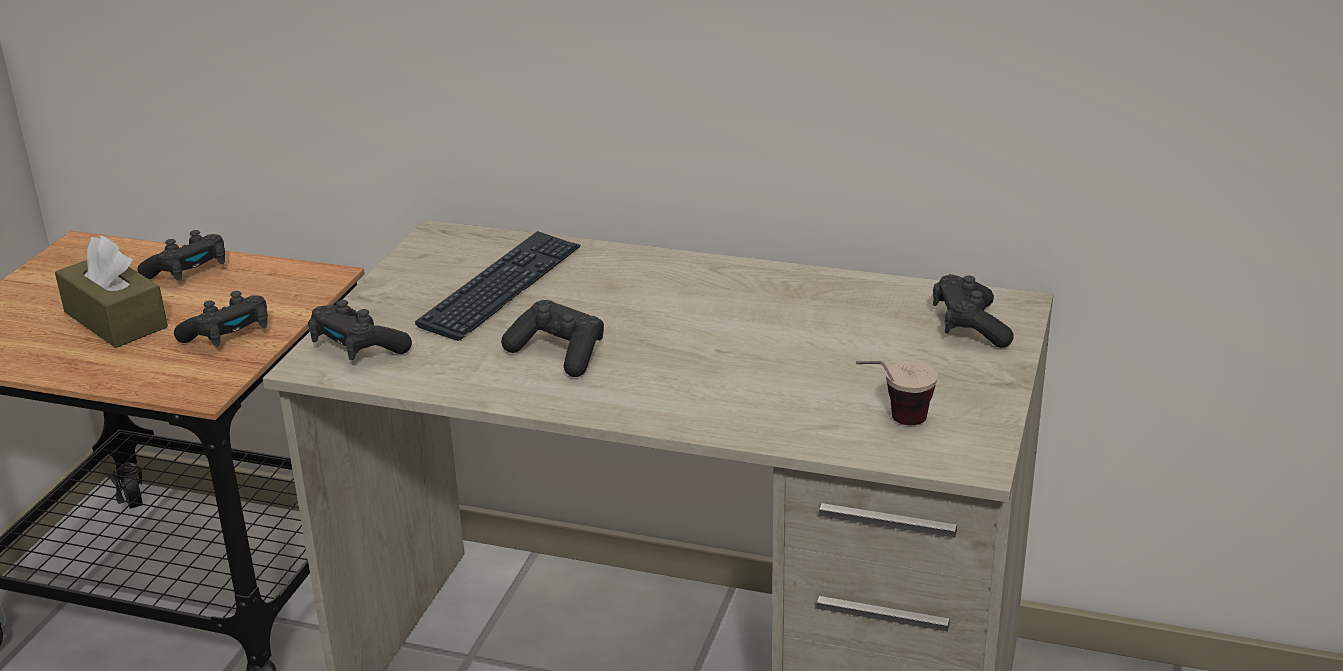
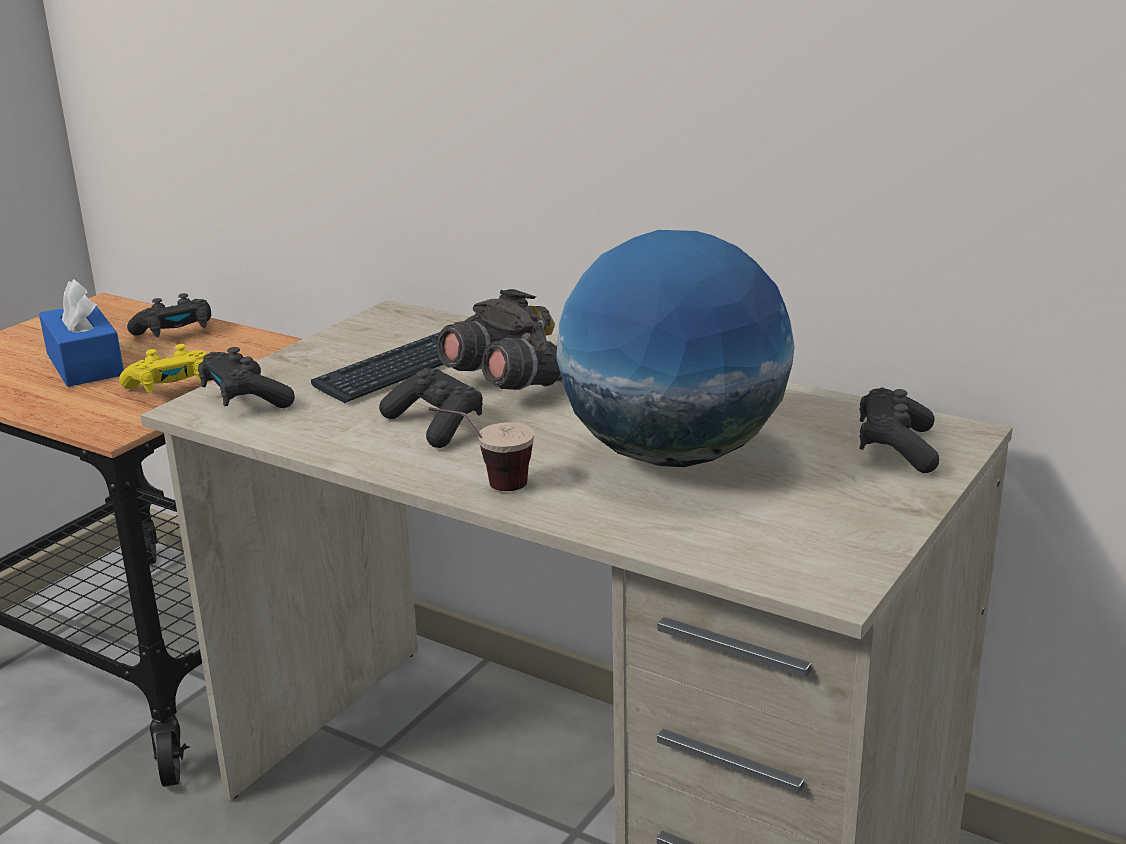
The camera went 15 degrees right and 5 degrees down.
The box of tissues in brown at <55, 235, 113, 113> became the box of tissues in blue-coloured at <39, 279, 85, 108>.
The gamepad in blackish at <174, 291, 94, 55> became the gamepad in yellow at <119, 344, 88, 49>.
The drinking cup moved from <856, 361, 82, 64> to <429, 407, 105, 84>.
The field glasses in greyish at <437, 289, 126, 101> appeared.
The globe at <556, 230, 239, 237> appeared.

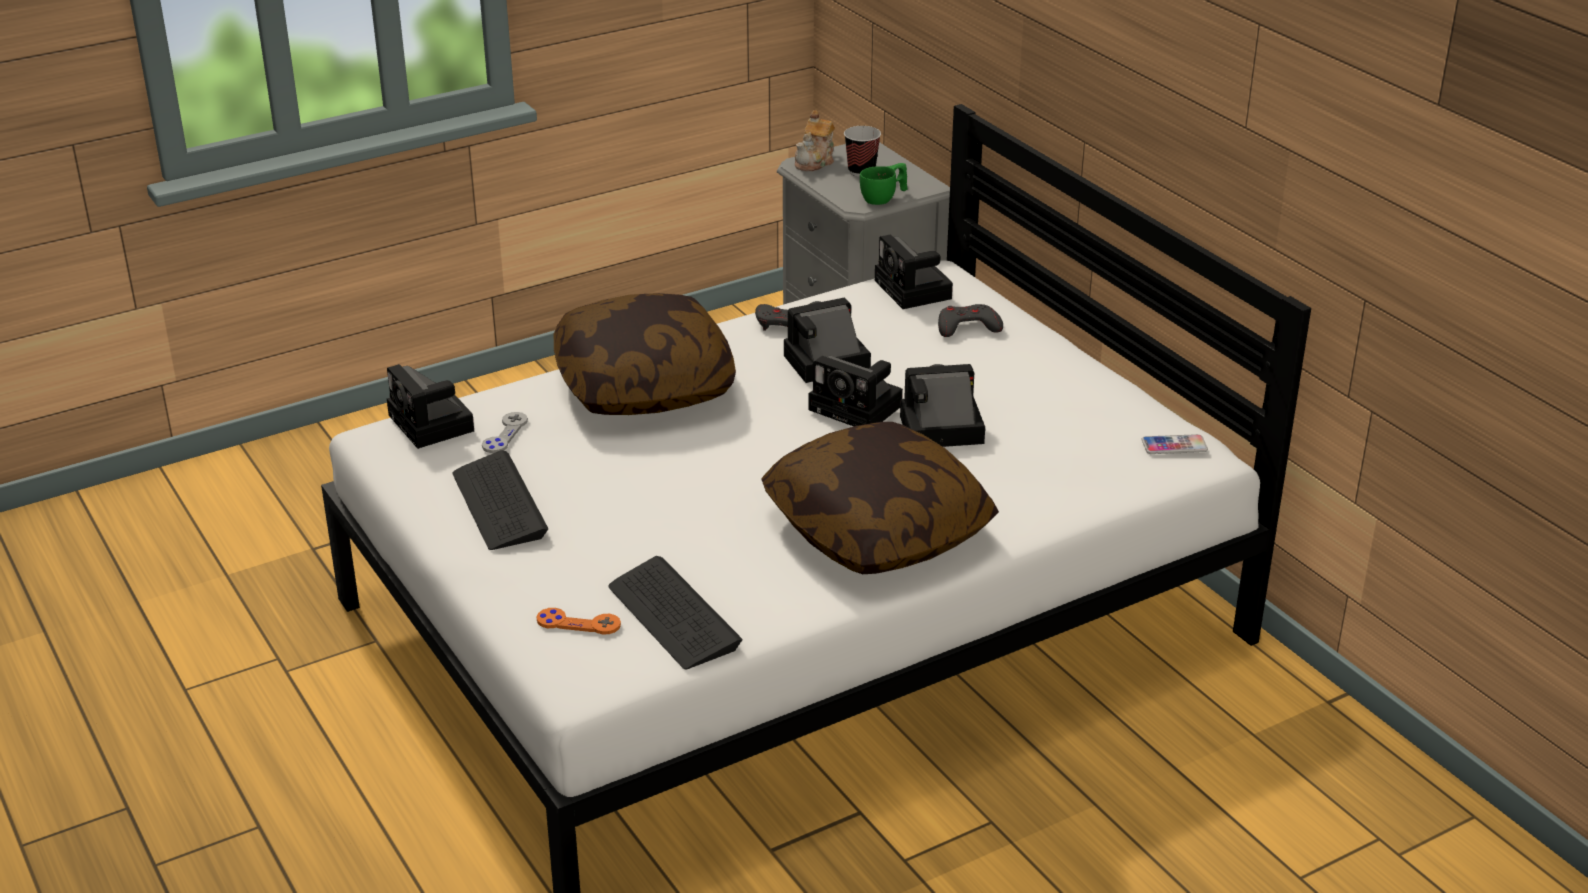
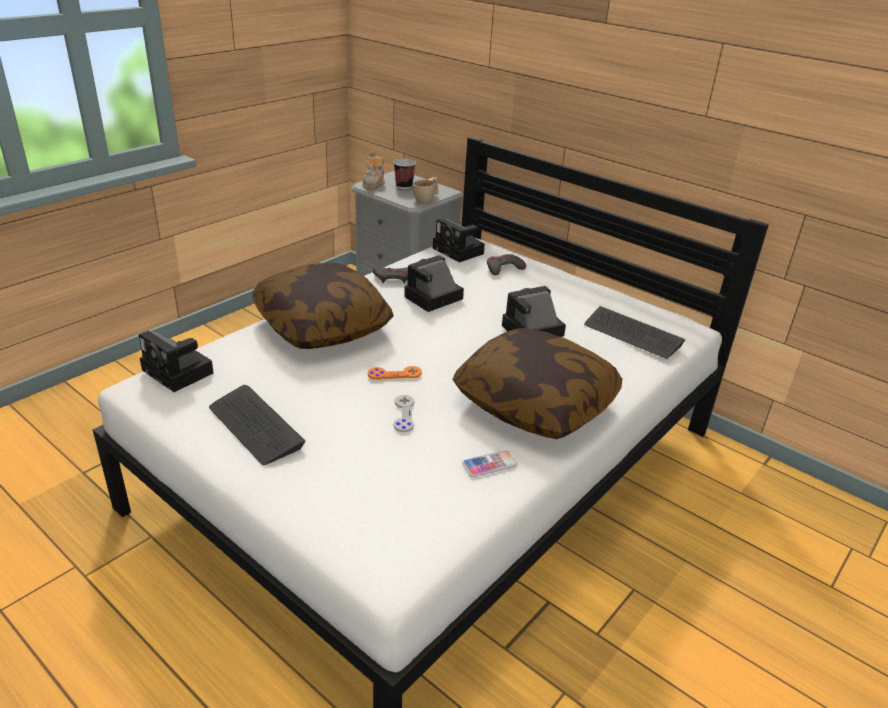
The camera went 20 degrees left and 0 degrees up.
The gamepad in greyish moved from <482, 412, 46, 41> to <393, 395, 21, 37>.
The gamepad in orange-coloured moved from <537, 608, 84, 27> to <368, 366, 54, 14>.
The PC keyboard moved from <608, 556, 135, 113> to <584, 306, 102, 53>.
The still camera at <808, 356, 95, 70> disappeared.
The drinking cup in green at <860, 163, 48, 42> became the drinking cup in sand-coloured at <413, 177, 25, 26>.
The telephone moved from <1142, 434, 66, 20> to <462, 450, 56, 27>.

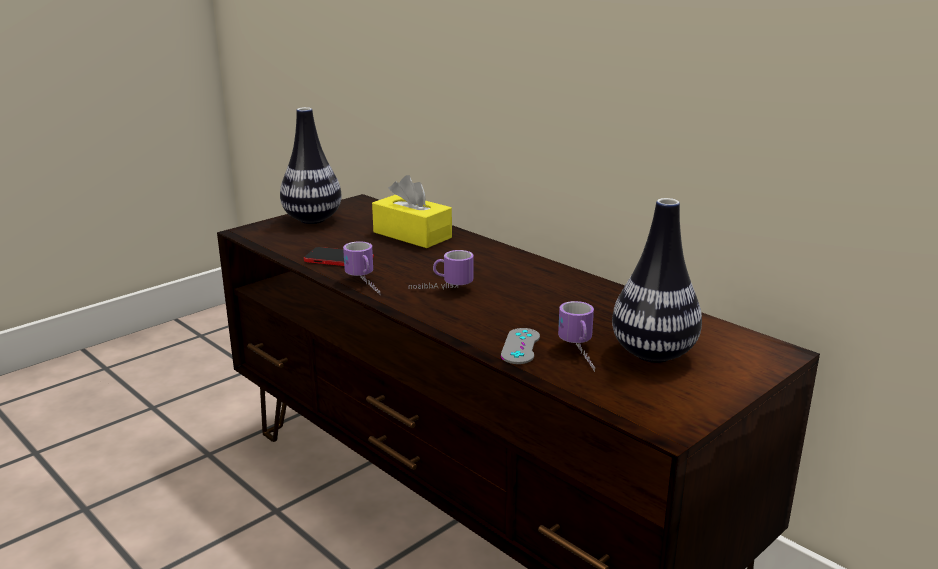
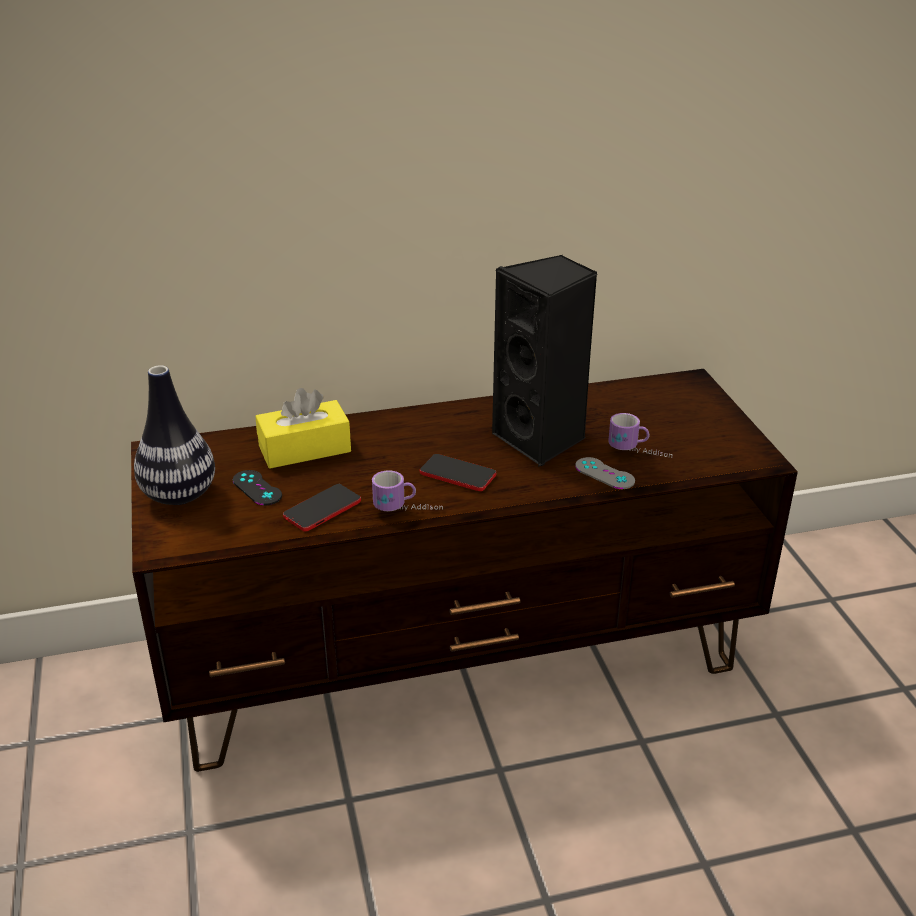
The camera went 60 degrees left and 10 degrees up.
The mug at <409, 250, 65, 40> was replaced by the telephone at <420, 454, 76, 37>.
The vase at <612, 198, 90, 165> disappeared.
The gamepad in blackish at <233, 470, 49, 35> appeared.
The audio speaker in blackish at <492, 255, 105, 212> appeared.

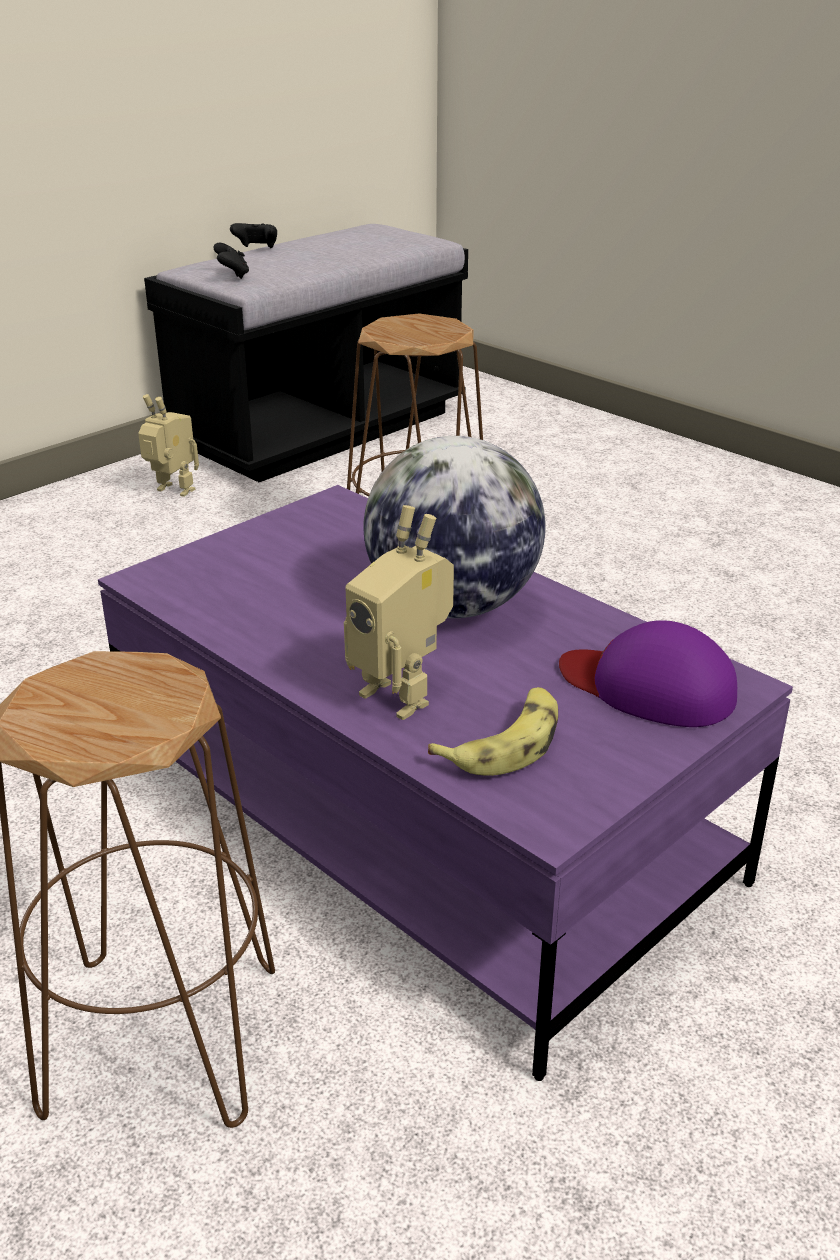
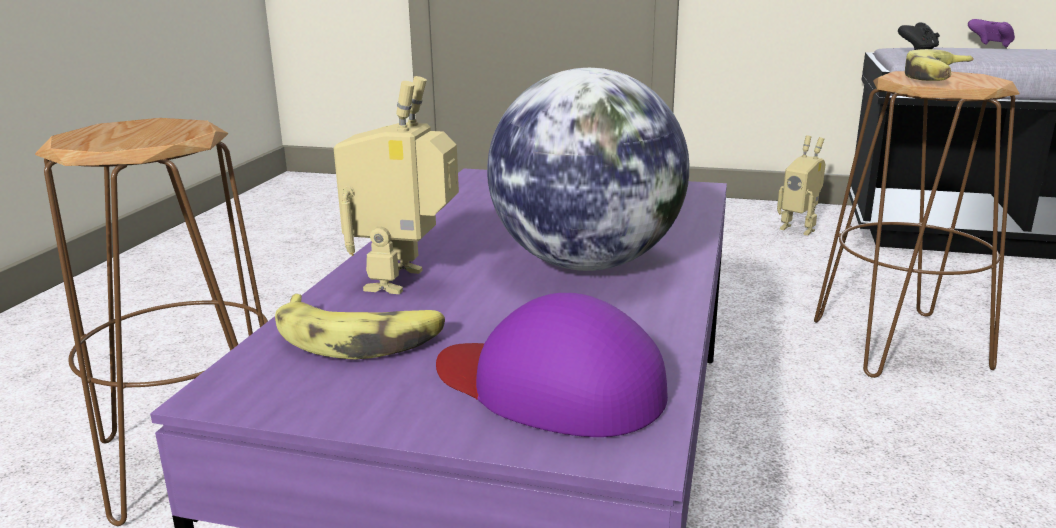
The camera went 60 degrees right and 10 degrees down.
The robot figure at <138, 394, 61, 103> turned 135 degrees clockwise.
The gamepad in blackish at <230, 223, 47, 25> became the gamepad in purple at <968, 19, 47, 28>.
The baseball cap in purple at <559, 620, 178, 107> turned 60 degrees counterclockwise.
The whole banana at <905, 49, 69, 32> appeared.

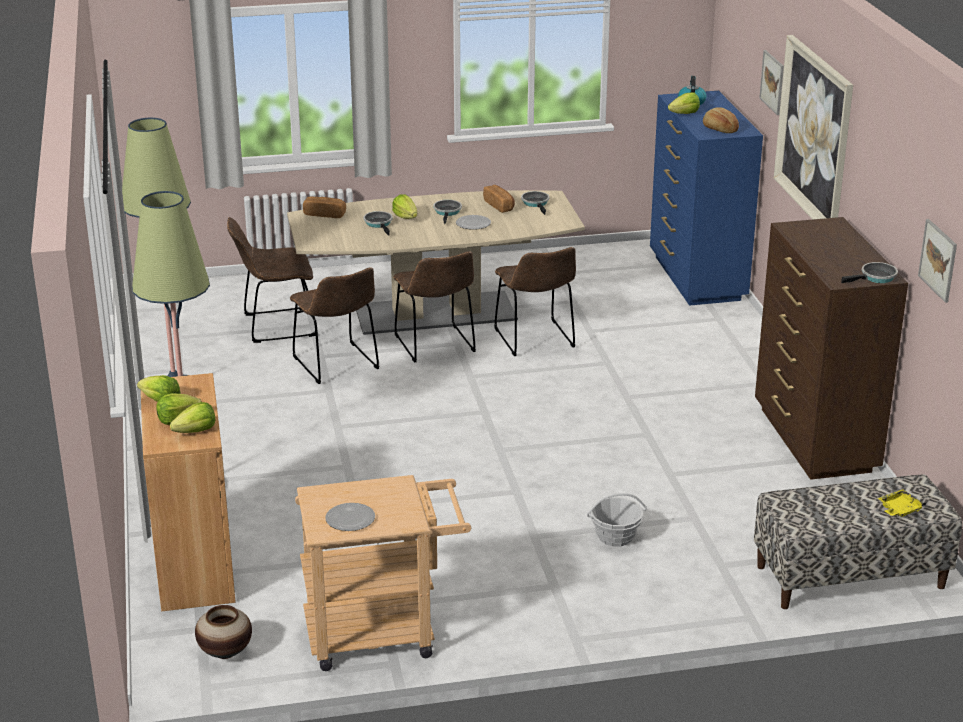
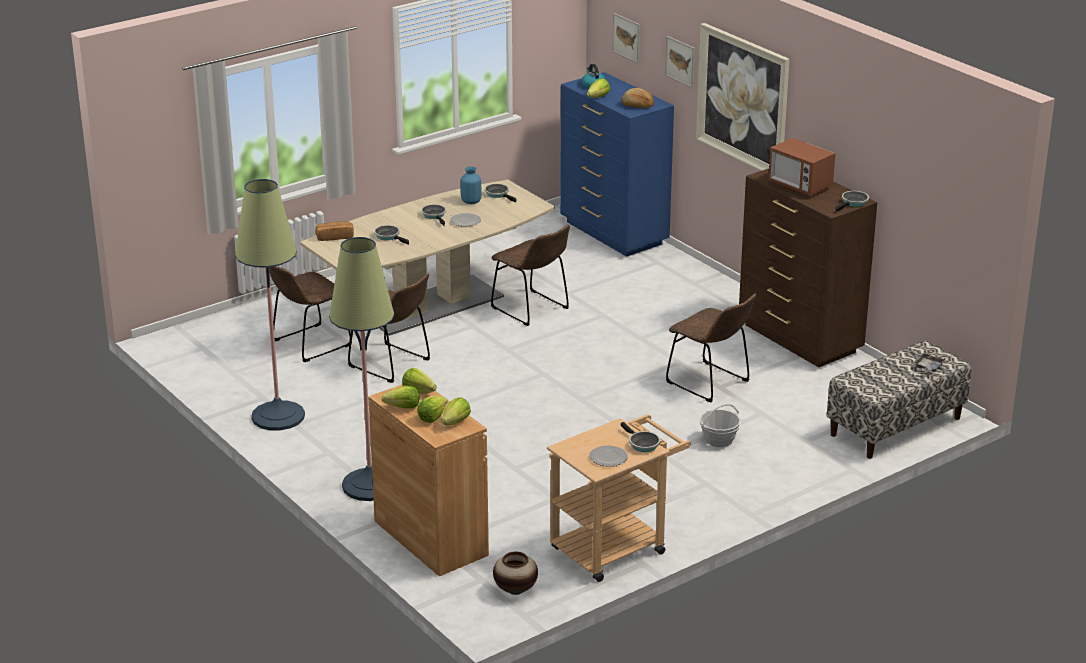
The camera went 25 degrees left and 0 degrees up.
The head of lettuce moved from <392, 194, 25, 25> to <402, 368, 35, 26>.
The upright chair in brown moved from <393, 251, 83, 111> to <666, 294, 91, 108>.
The baked bread at <483, 185, 32, 28> was replaced by the vase in blue-coloured at <461, 166, 20, 38>.
The serving tray in yellow at <878, 489, 49, 28> became the serving tray in greyish at <913, 353, 32, 19>.
The wall picture moved from <918, 219, 39, 84> to <612, 13, 28, 50>.
The pan at <621, 422, 39, 30> appeared.
The microwave at <768, 138, 67, 58> appeared.

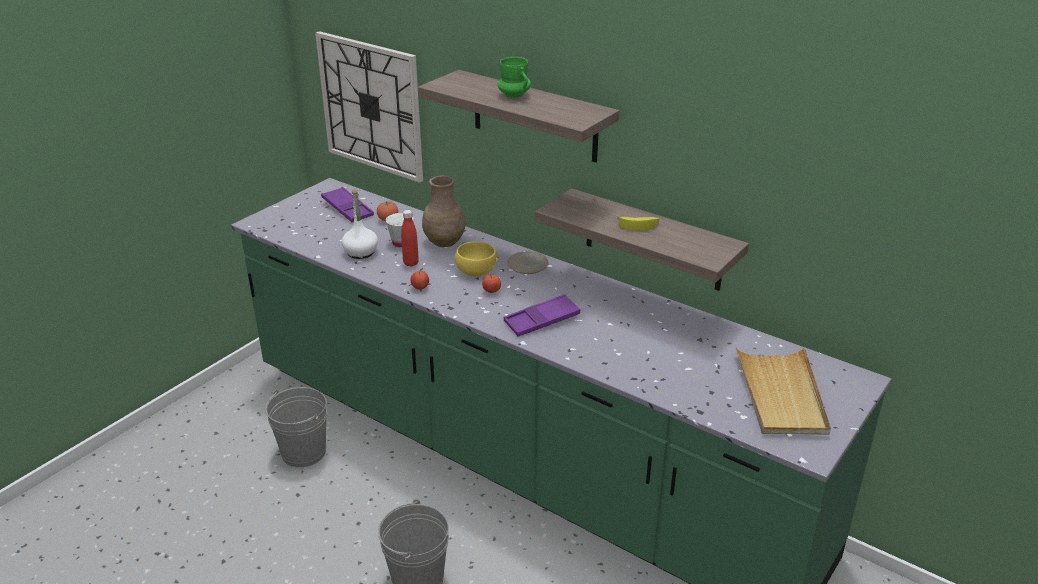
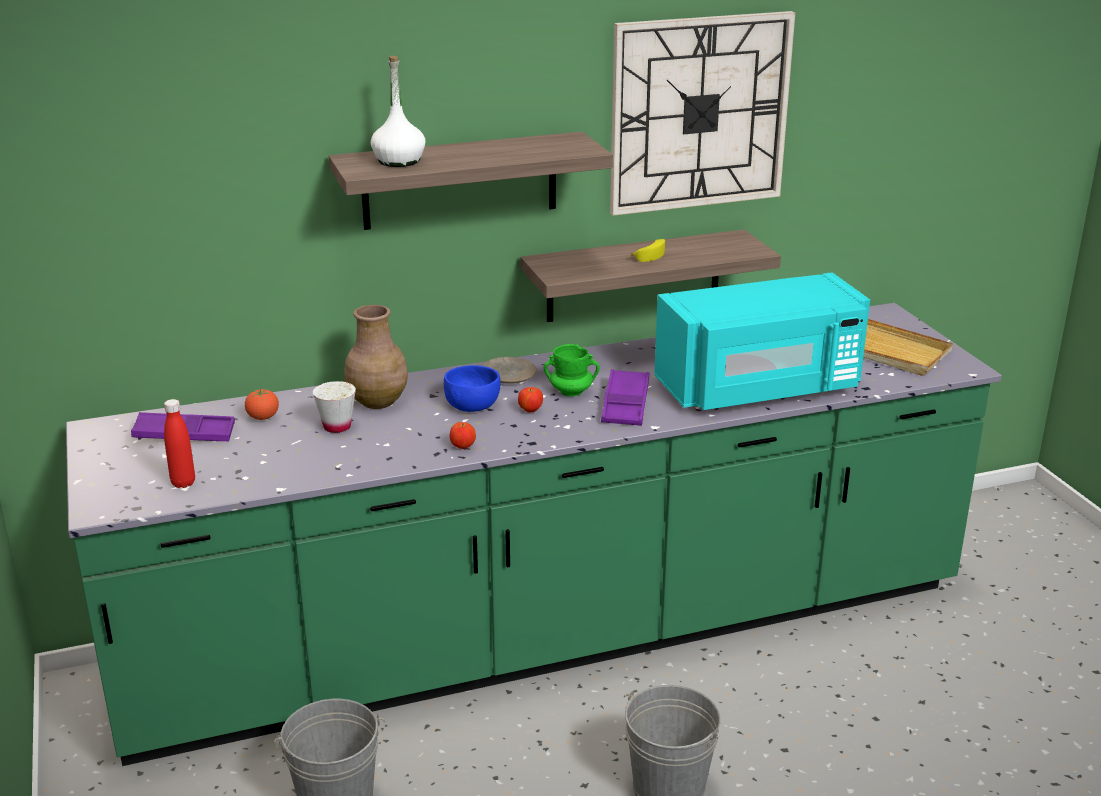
The camera went 55 degrees left and 5 degrees down.
The clock on the wall moved from <315, 31, 108, 152> to <610, 11, 185, 205>.
The drink bottle in white-coloured moved from <342, 189, 36, 70> to <371, 56, 54, 111>.
The drink bottle in red moved from <401, 210, 18, 56> to <164, 399, 31, 89>.
The serving bowl in yellow at <455, 242, 43, 35> became the serving bowl in blue-coloured at <444, 365, 57, 47>.
The mug in green moved from <497, 57, 34, 41> to <544, 344, 56, 52>.
The microwave in blue-green at <654, 273, 216, 137> appeared.

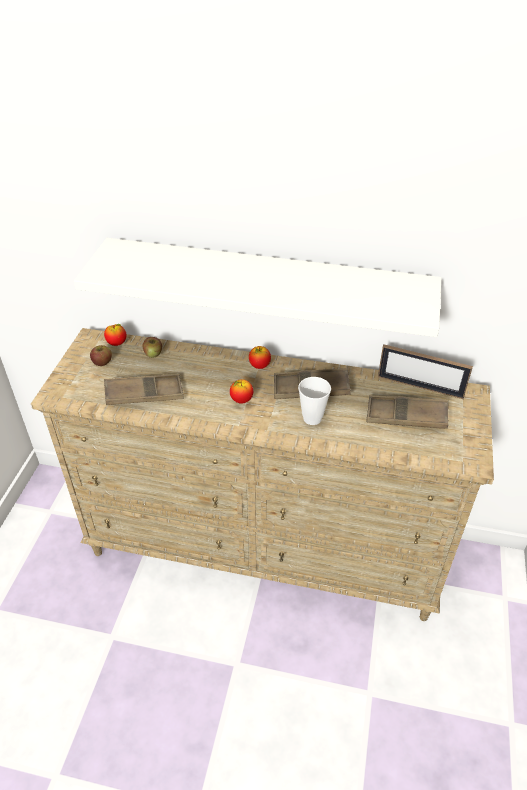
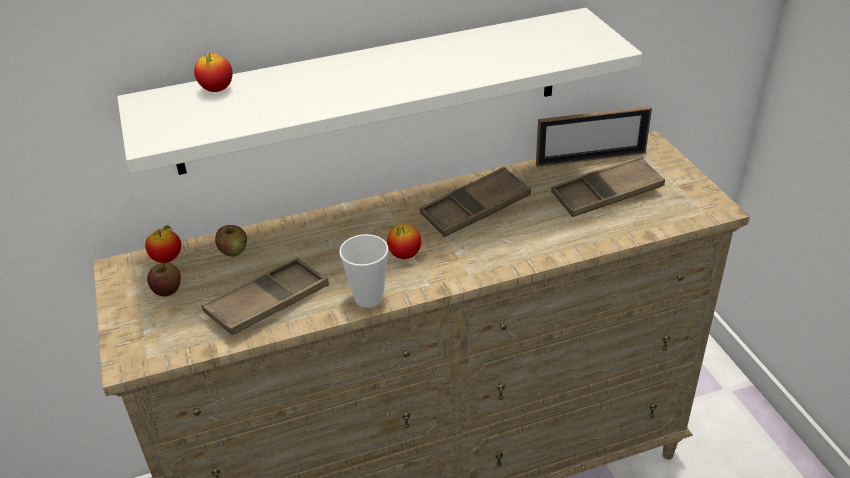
The camera went 30 degrees left and 5 degrees down.
The apple fruit moved from <249, 346, 22, 23> to <194, 53, 39, 39>.
The drinking cup moved from <298, 377, 33, 48> to <339, 234, 49, 74>.

